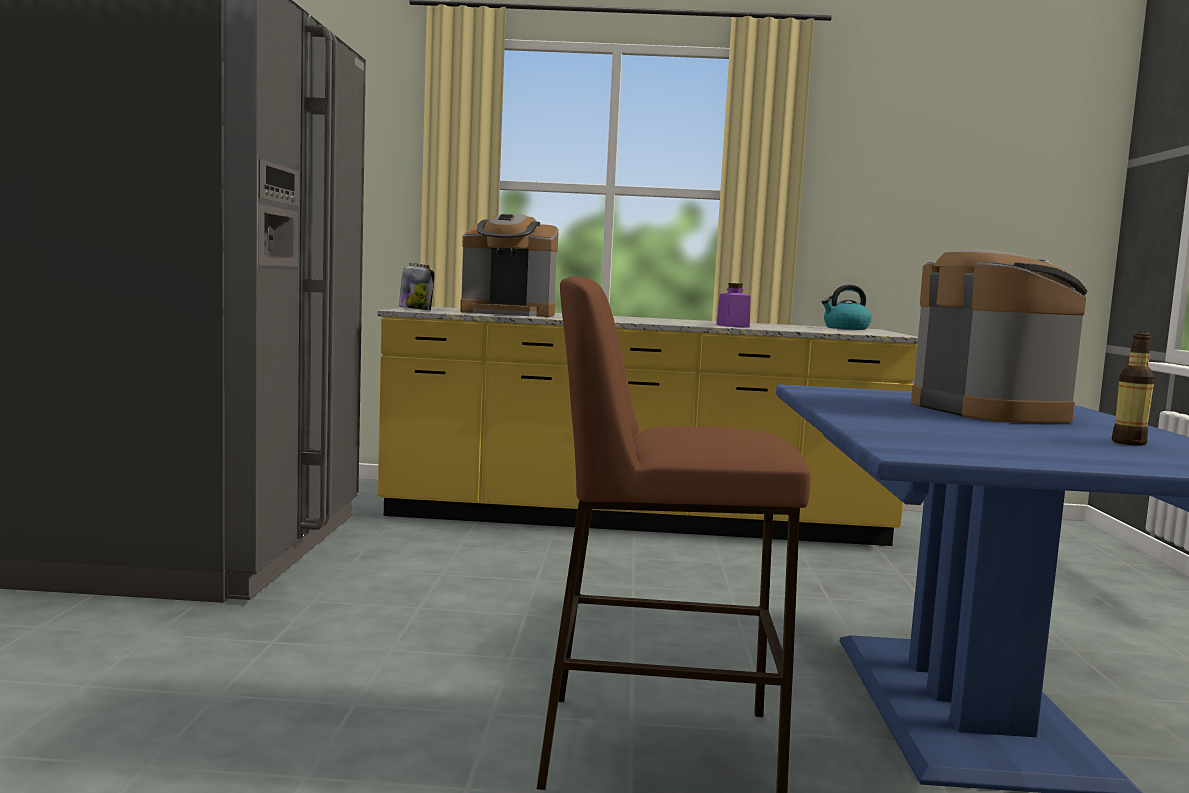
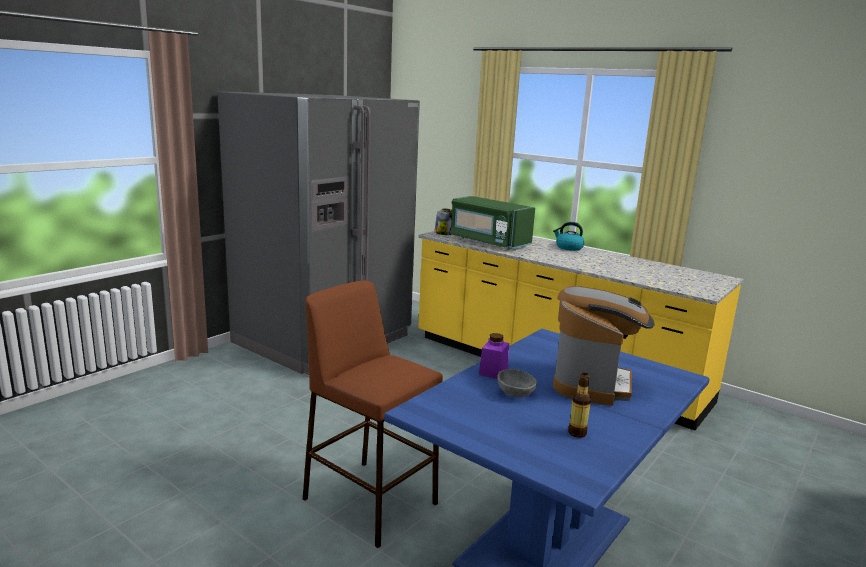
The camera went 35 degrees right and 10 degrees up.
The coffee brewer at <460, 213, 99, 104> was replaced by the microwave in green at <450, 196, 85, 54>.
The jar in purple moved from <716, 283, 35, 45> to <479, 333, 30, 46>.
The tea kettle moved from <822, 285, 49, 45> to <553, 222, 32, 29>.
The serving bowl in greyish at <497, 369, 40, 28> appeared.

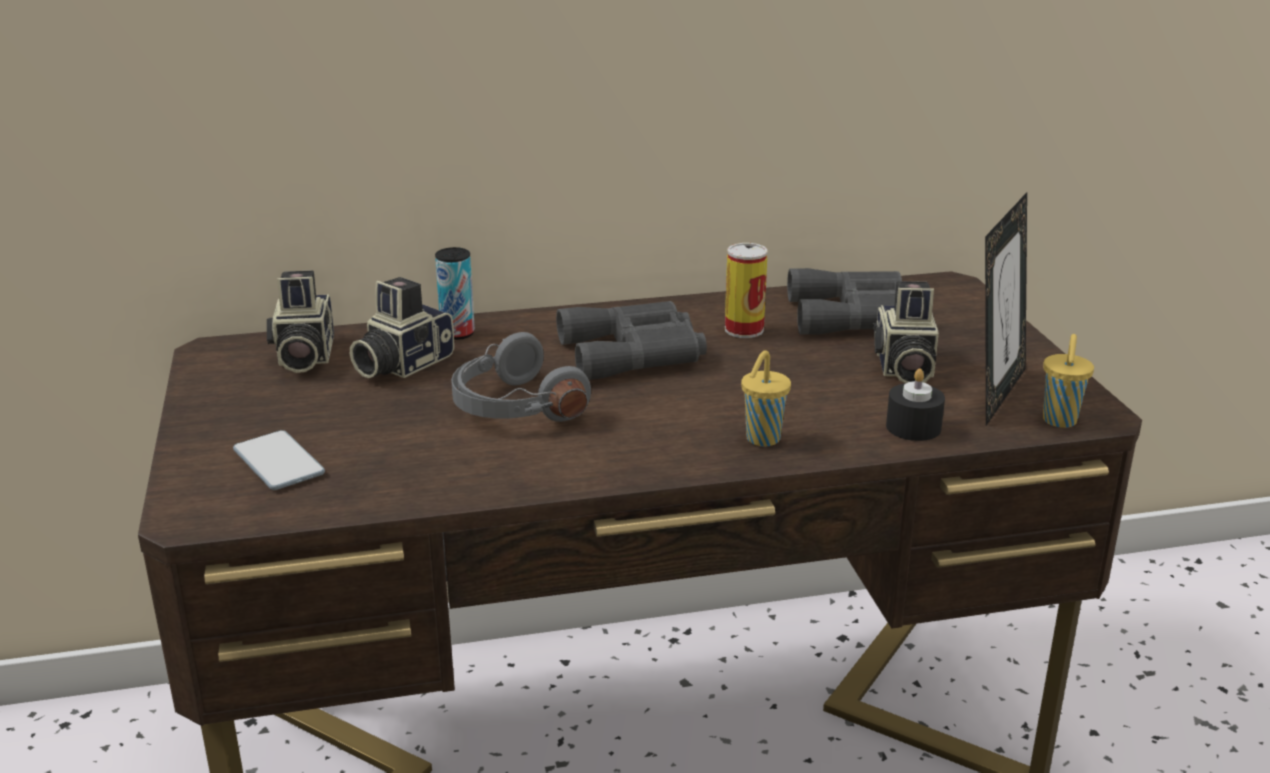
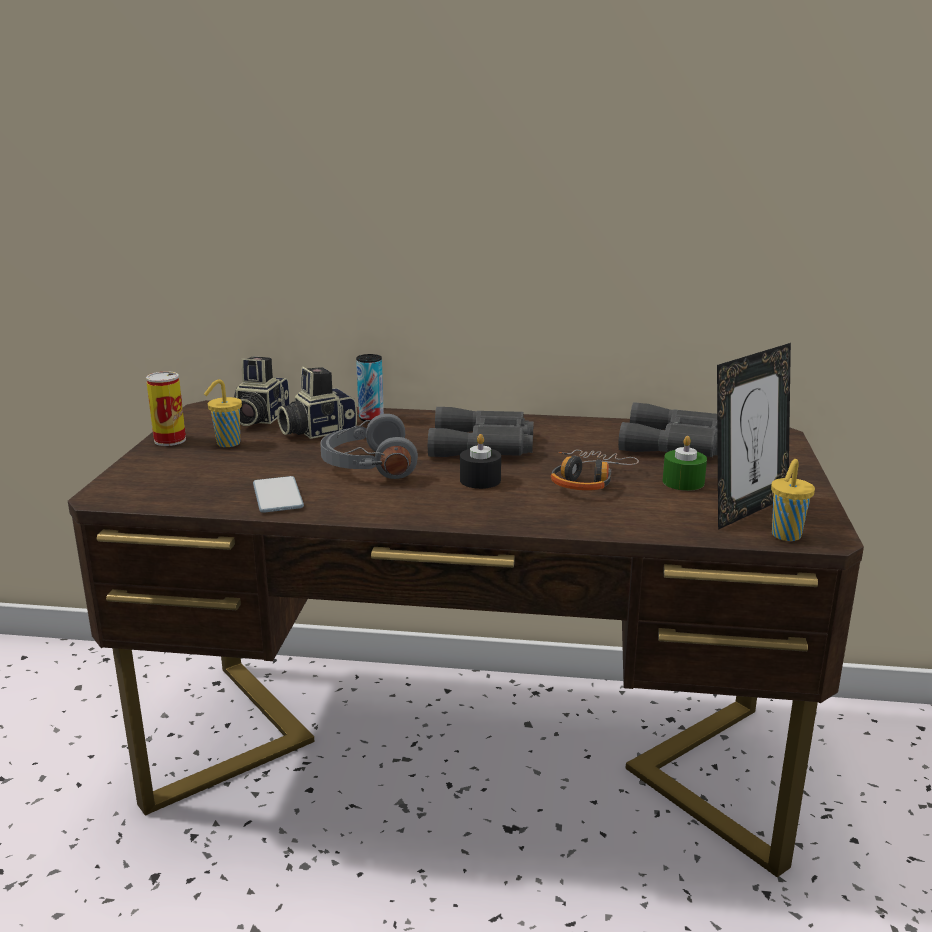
The camera went 20 degrees right and 5 degrees down.
The telephone moved from <233, 430, 92, 60> to <253, 476, 51, 37>.
The sealed can moved from <725, 243, 43, 95> to <146, 371, 40, 75>.
The drinking cup in yellow moved from <741, 350, 50, 96> to <204, 379, 38, 68>.
The still camera at <873, 281, 66, 102> was replaced by the candle in green at <663, 436, 44, 55>.
The candle in blackish moved from <886, 368, 59, 73> to <460, 434, 41, 55>.
The headphones at <551, 450, 88, 41> appeared.

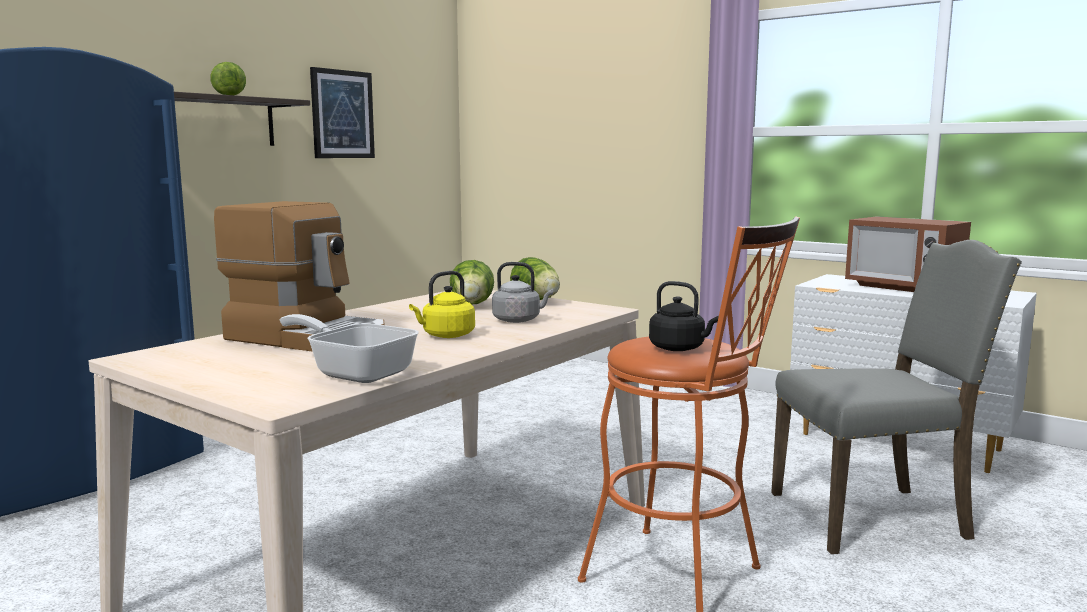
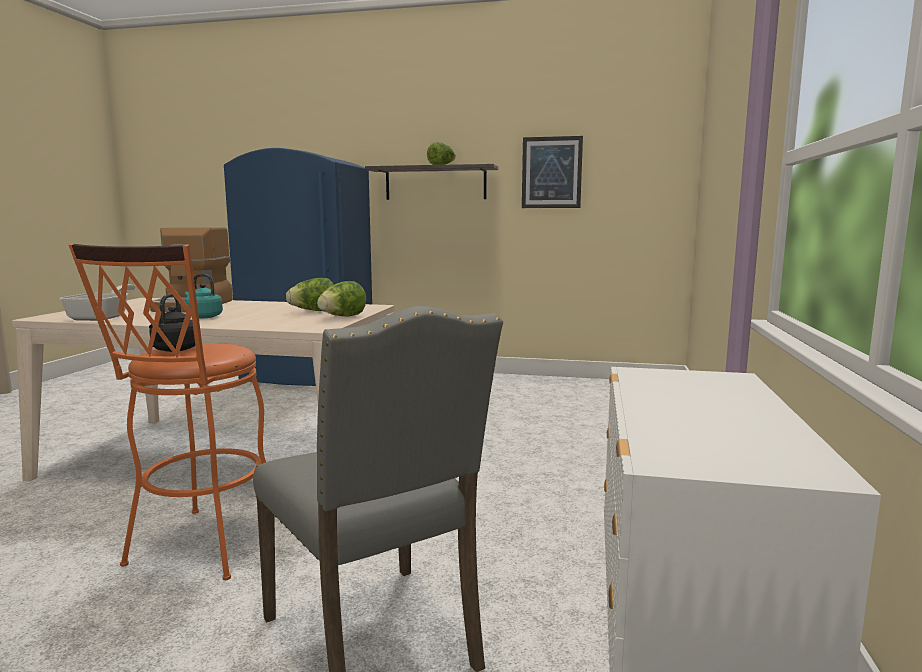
The camera went 65 degrees right and 0 degrees up.
The tea kettle in yellow at <409, 271, 66, 67> became the tea kettle in blue-green at <185, 274, 38, 44>.
The tea kettle in greyish at <492, 262, 61, 61> disappeared.
The microwave at <845, 216, 126, 76> disappeared.

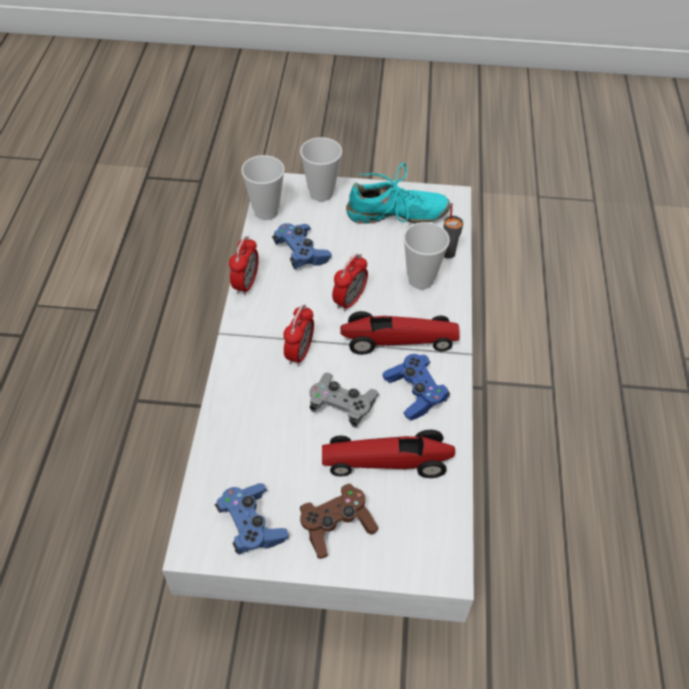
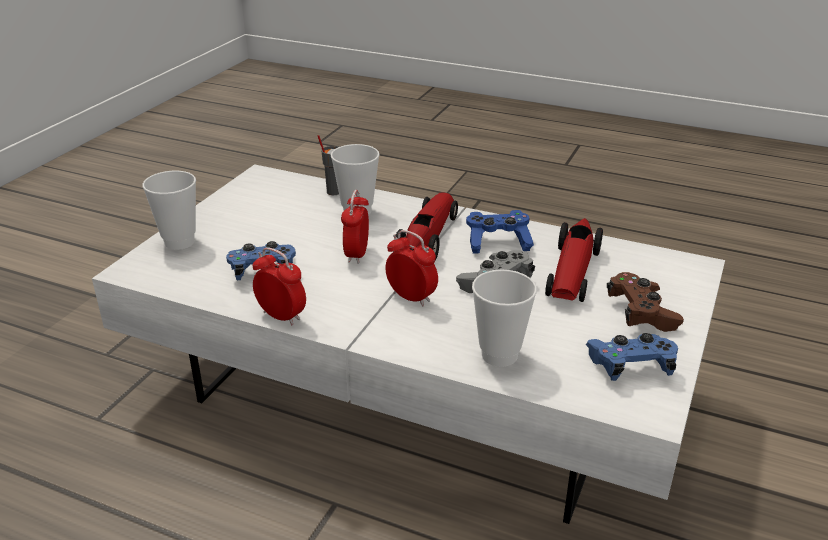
The camera went 70 degrees left and 20 degrees down.
The drinking cup moved from <241, 155, 44, 65> to <472, 269, 65, 98>.
The bedside clock at <332, 254, 36, 58> turned 135 degrees counterclockwise.
The shoe in blue-green at <346, 163, 104, 61> disappeared.

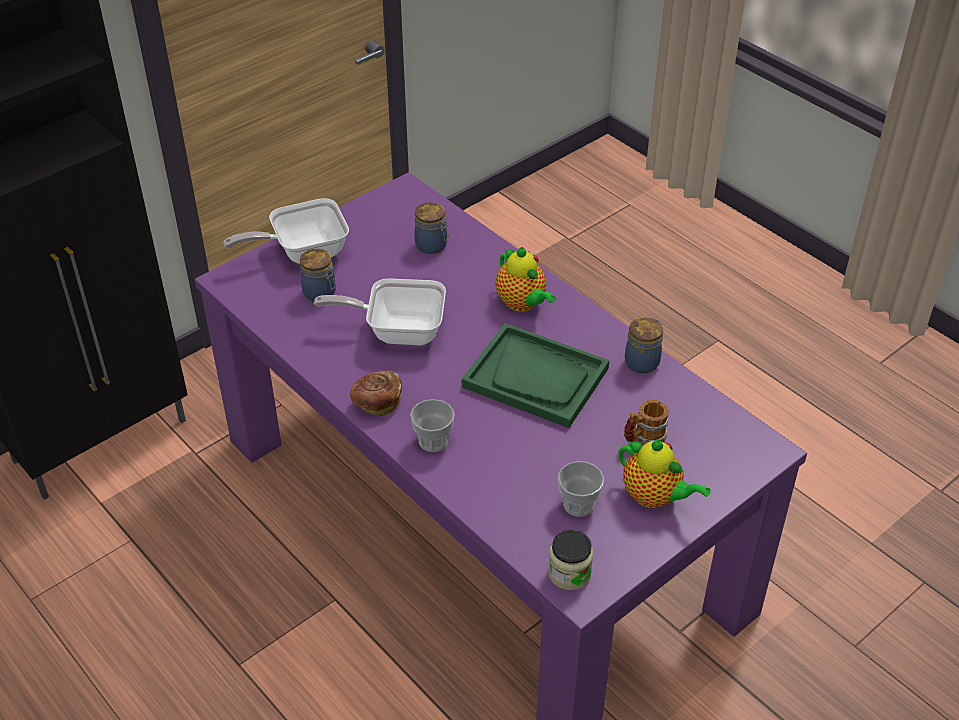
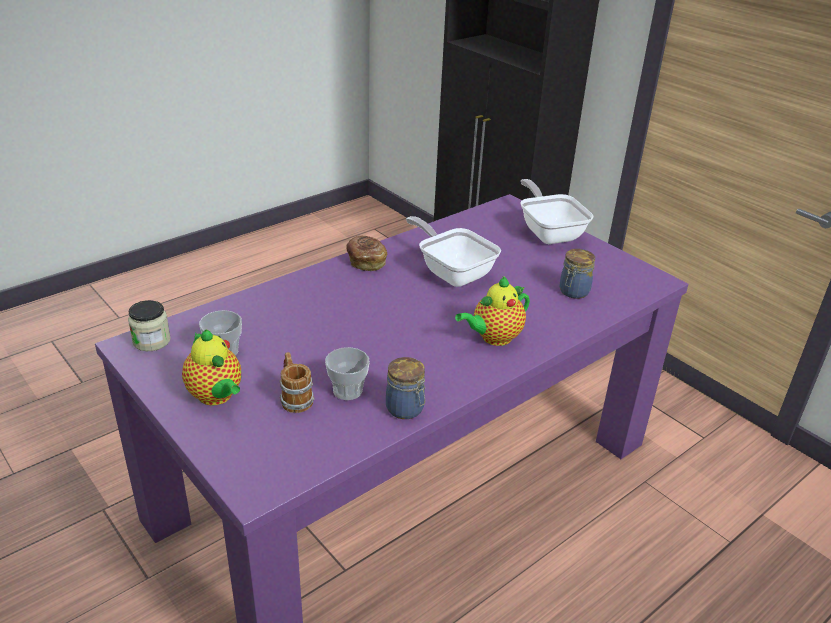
The camera went 90 degrees right and 10 degrees down.
The jar at <300, 249, 36, 53> disappeared.
The pan at <314, 278, 132, 67> turned 45 degrees counterclockwise.
The drinking cup moved from <410, 399, 45, 53> to <325, 347, 45, 53>.
The serving tray in green at <462, 323, 147, 105> disappeared.
The tea pot at <618, 439, 93, 69> turned 75 degrees counterclockwise.

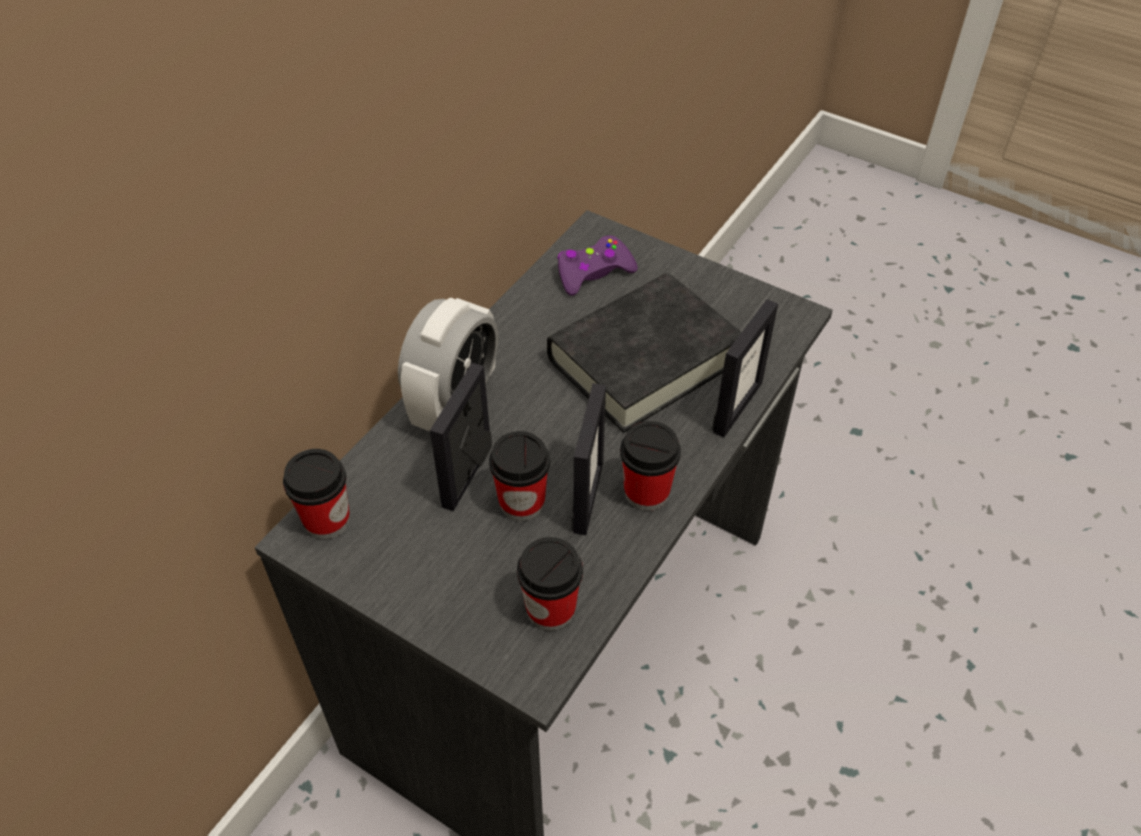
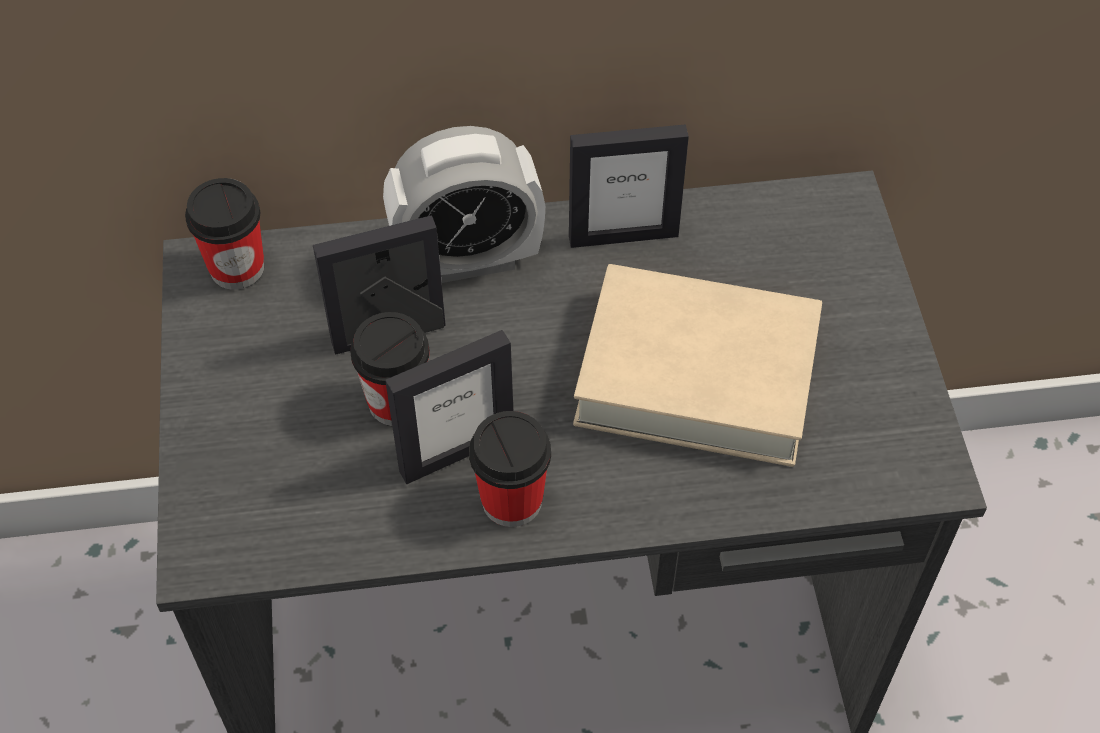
The camera went 50 degrees right and 5 degrees up.
The drinking cup at <517, 537, 66, 94> disappeared.
The bound book in blackish at <547, 273, 195, 160> became the bound book in sand-coloured at <573, 264, 249, 203>.
The gamepad in purple at <558, 235, 80, 61> disappeared.
The photo frame moved from <712, 299, 66, 139> to <569, 125, 120, 123>.

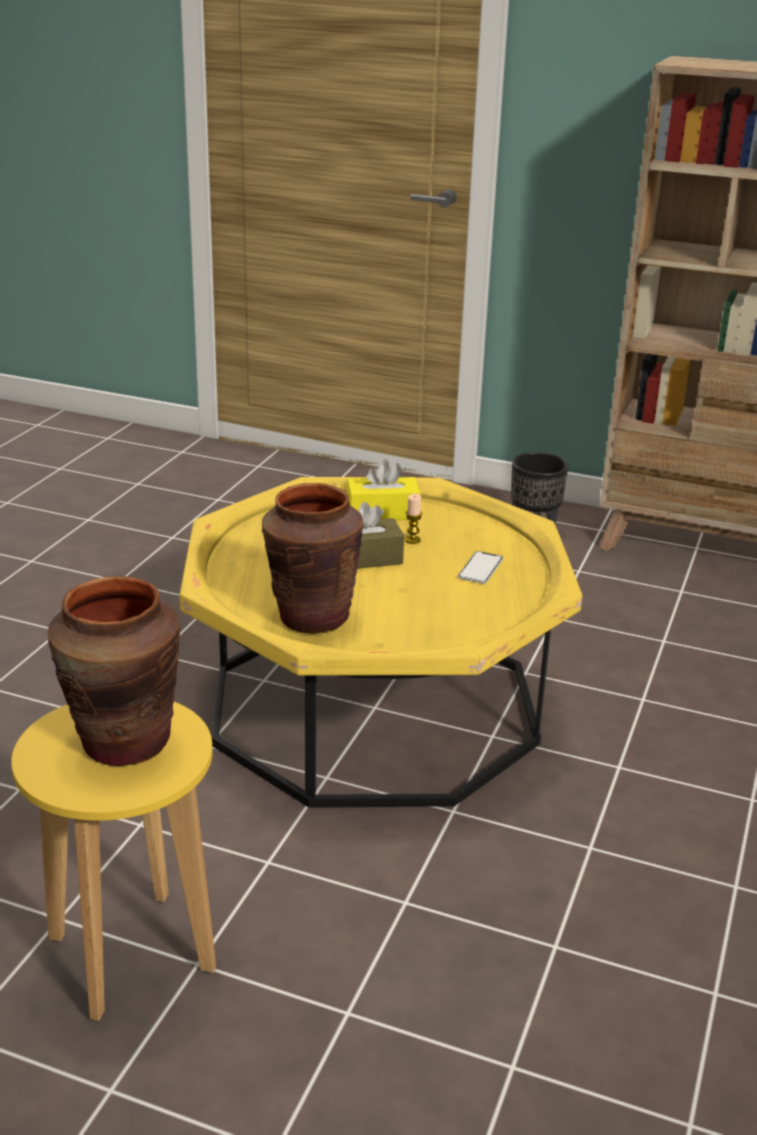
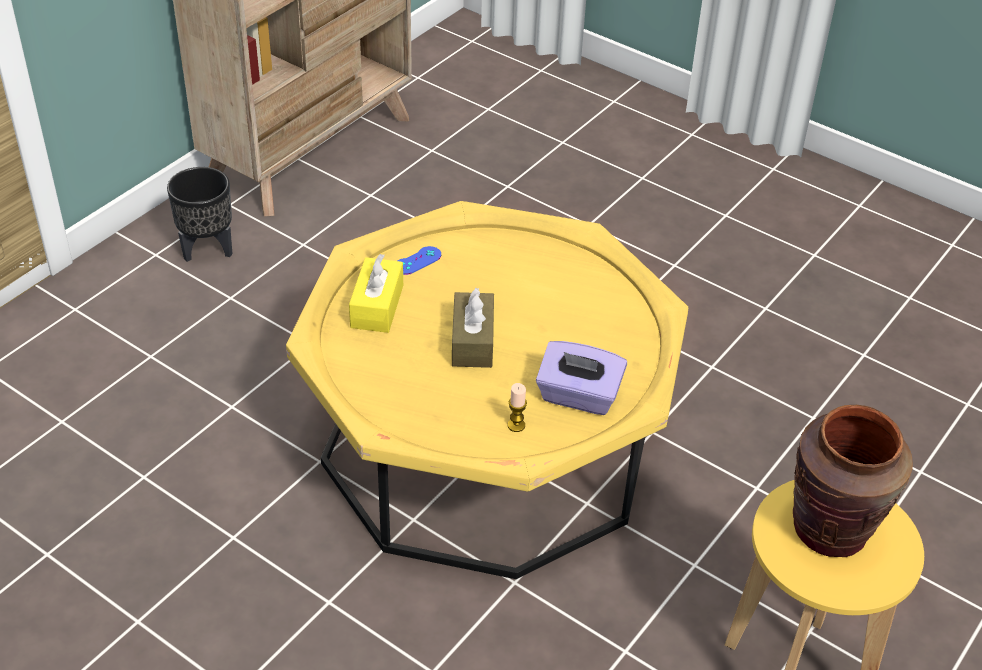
The camera went 75 degrees left and 15 degrees up.
The vase in brown at <262, 483, 102, 151> was replaced by the box of tissues in purple at <536, 341, 91, 74>.
The candle moved from <405, 494, 17, 50> to <507, 383, 20, 49>.
The telephone at <458, 551, 45, 33> disappeared.
The gamepad in blue-coloured at <398, 246, 43, 29> appeared.

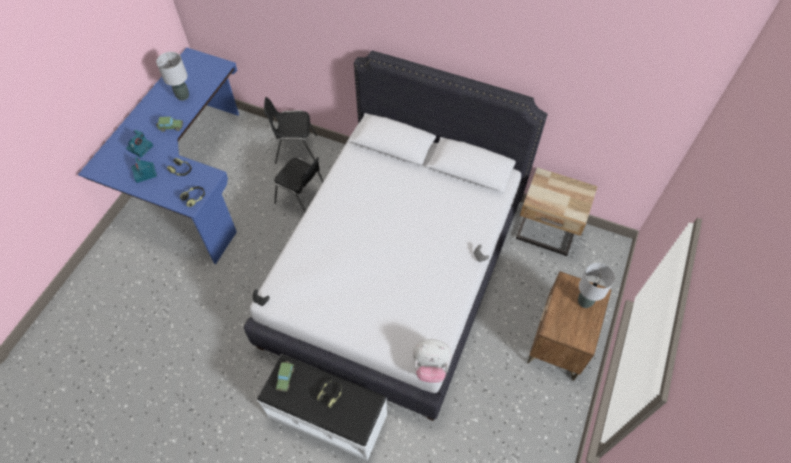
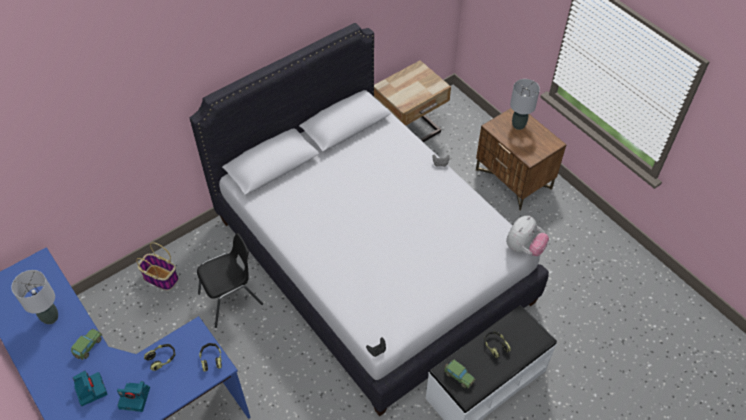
The camera went 60 degrees left and 5 degrees down.
The upright chair in blackish at <264, 97, 53, 67> was replaced by the household basket at <136, 242, 43, 48>.

